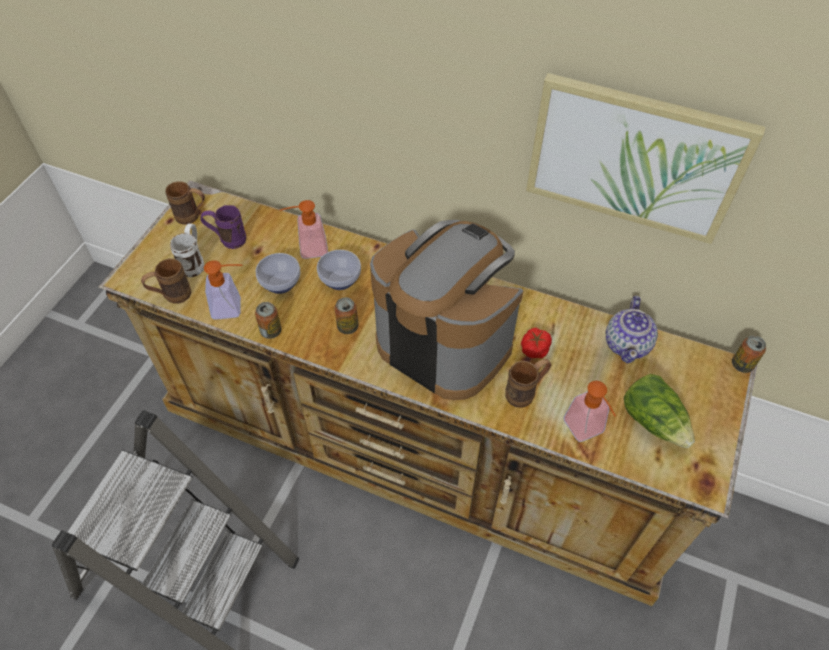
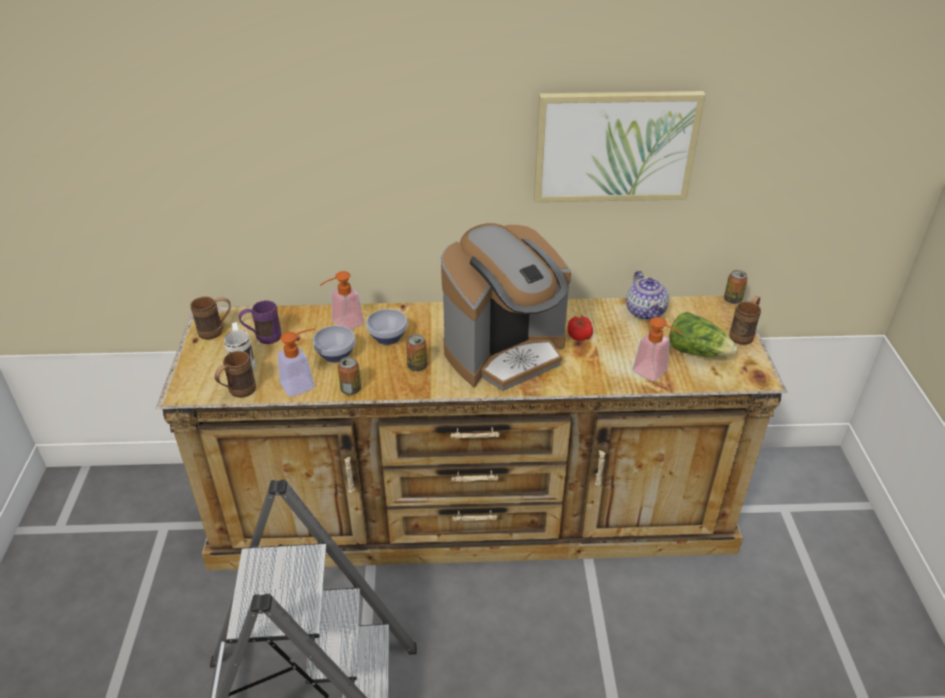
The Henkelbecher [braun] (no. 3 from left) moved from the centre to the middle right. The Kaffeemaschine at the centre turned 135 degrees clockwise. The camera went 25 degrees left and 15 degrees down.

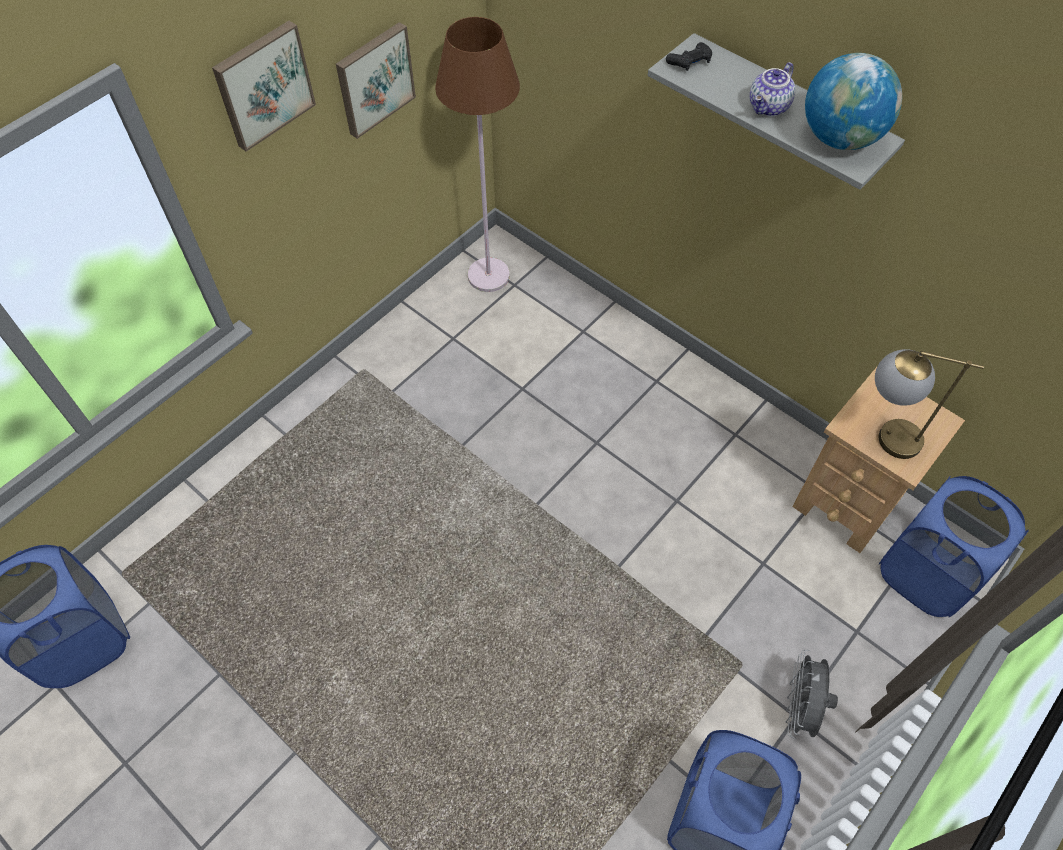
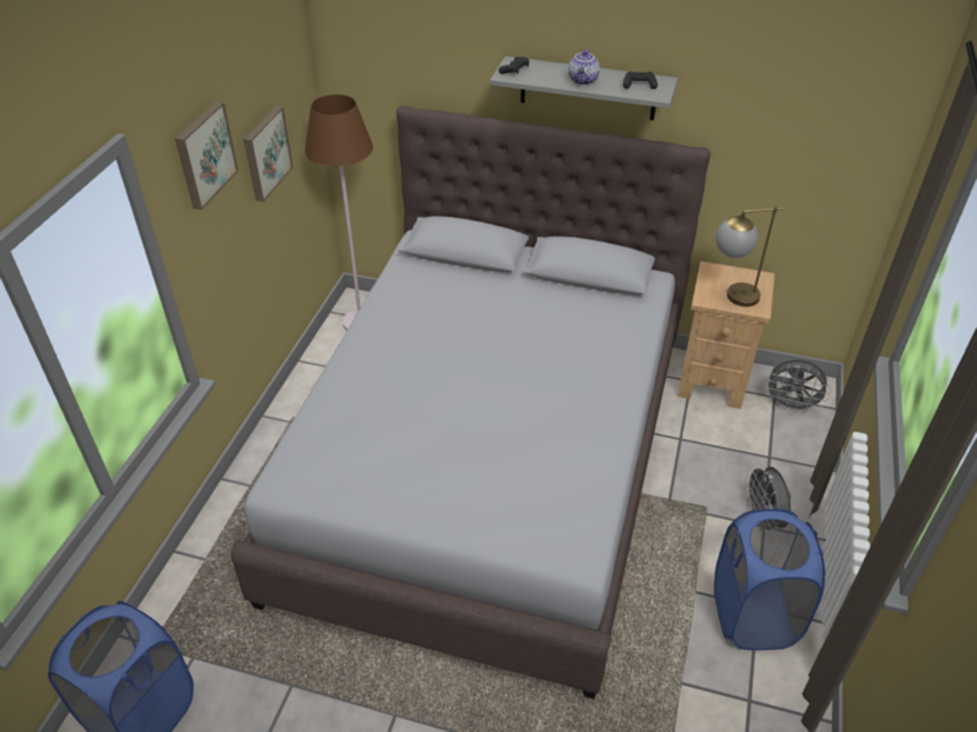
The Bett [grau] at the centre appeared. The Globus at the top right was replaced by the Gamepad [schwarz] (no. 2 from left) at the top centre. The Wäschekorb [blau] (no. 3 from left) at the middle right was replaced by the Ventilator [grau] (no. 2 from left) at the middle right. The camera went 25 degrees left and 15 degrees down.

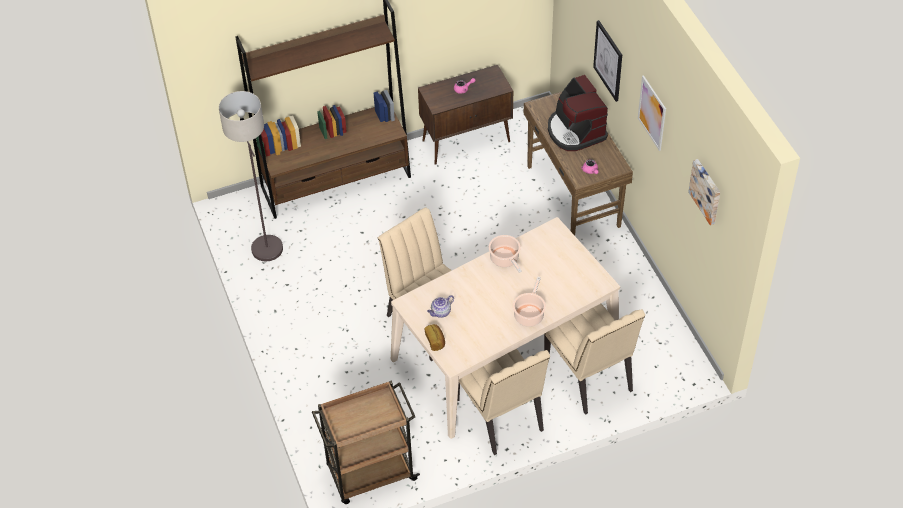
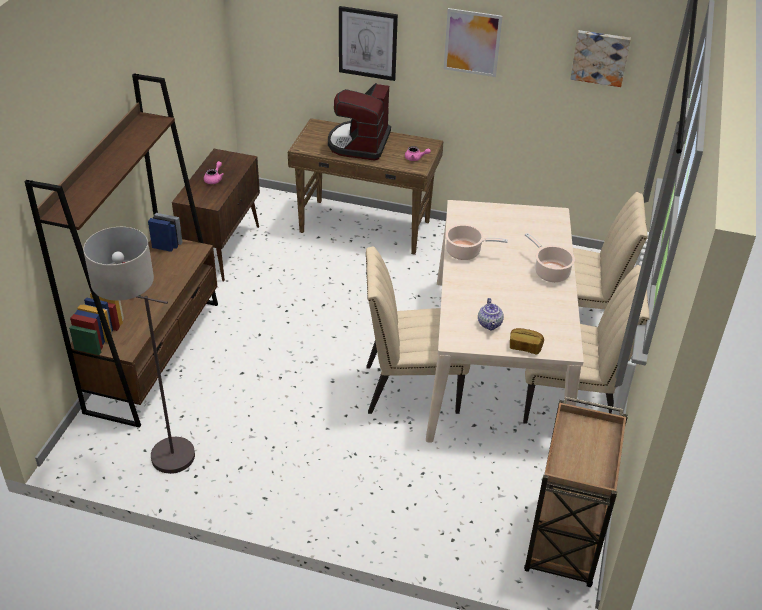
The Kaffeemaschine at the top centre turned 90 degrees clockwise. The camera went 55 degrees left and 10 degrees down.

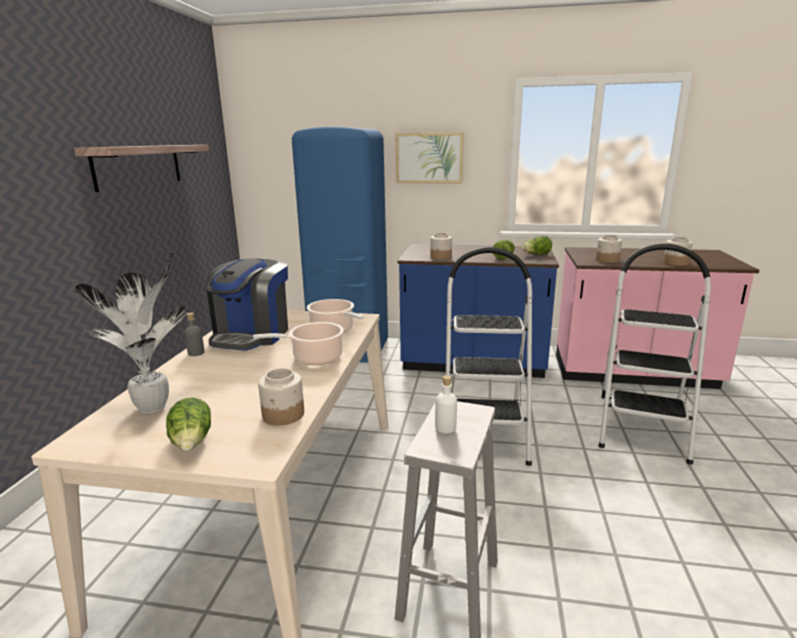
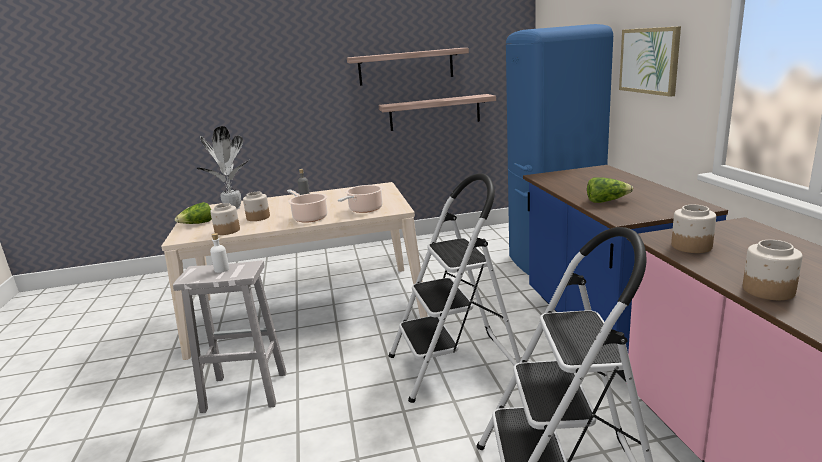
The Kaffeemaschine at the middle left disappeared. The Salatkopf (no. 3 from left) at the middle right disappeared. The Wandregal (no. 2 from left) at the top centre appeared. The Vorratsglas (no. 2 from left) moved from the centre to the middle left. The camera went 70 degrees right and 0 degrees up.

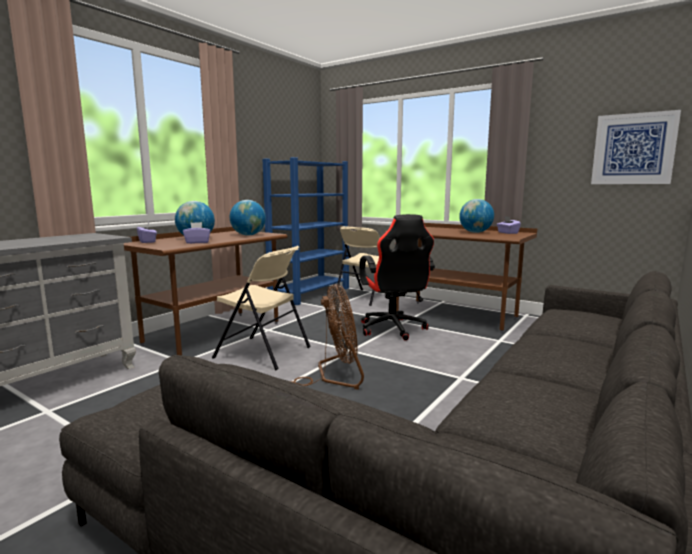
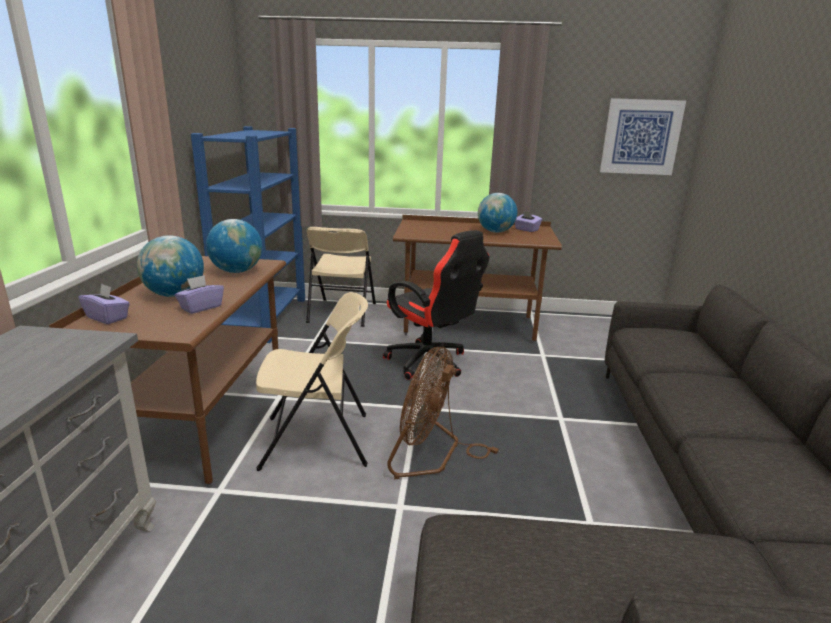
The Ventilator [braun] at the centre turned 120 degrees counterclockwise. The camera went 30 degrees left and 10 degrees up.

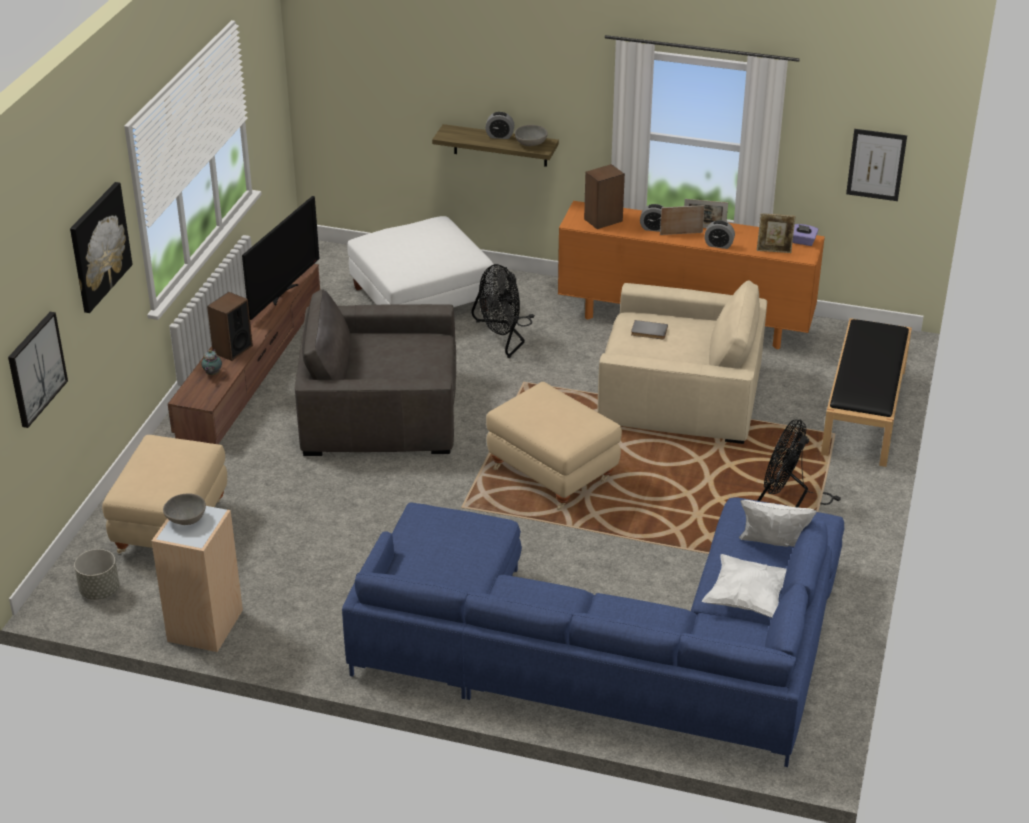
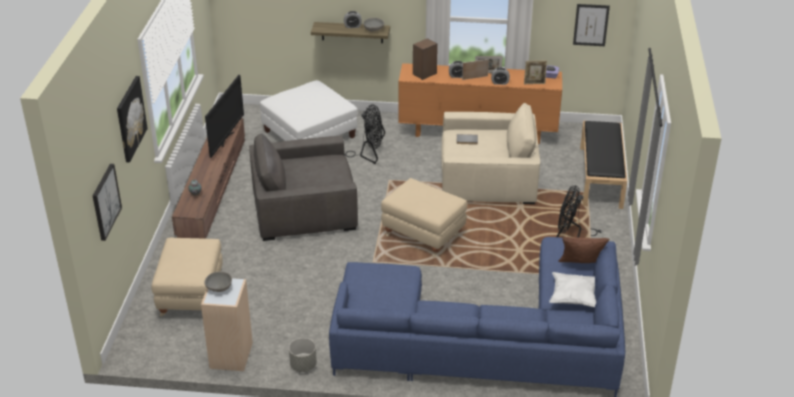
The Lautsprecher (no. 1 from left) at the middle left disappeared. The Pflanzkübel [grau] moved from the bottom left to the bottom centre. The Kissen [weiß] (no. 2 from left) at the middle right became the Kissen [braun] at the middle right. The Ventilator [schwarz] (no. 1 from left) at the centre turned 135 degrees counterclockwise. The camera went 10 degrees left and 0 degrees up.

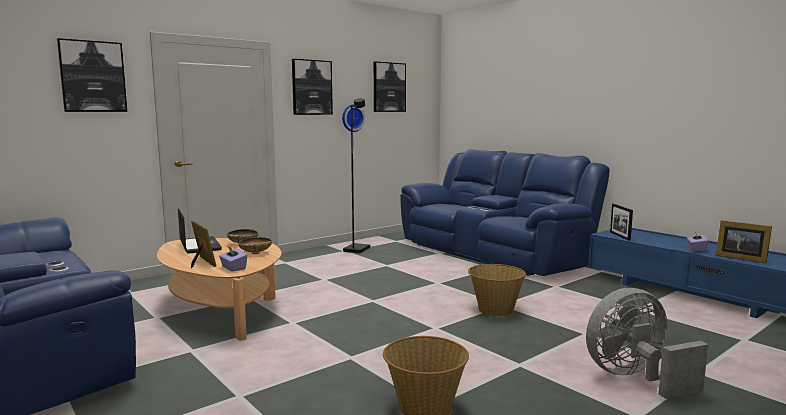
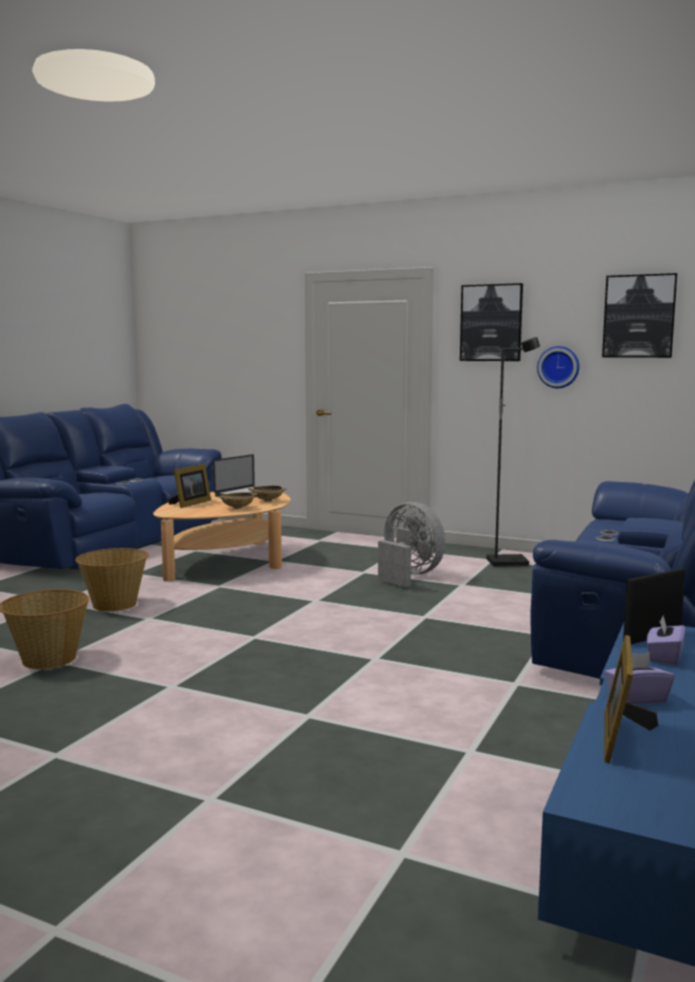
The Bild (no. 1 from left) at the top left disappeared. The Taschentuchbox [lila] (no. 1 from left in the first image) moved from the middle left to the middle right. The Korb (no. 2 from left) moved from the bottom centre to the middle left. The Ventilator [grau] moved from the bottom right to the centre. The camera went 65 degrees right and 0 degrees up.

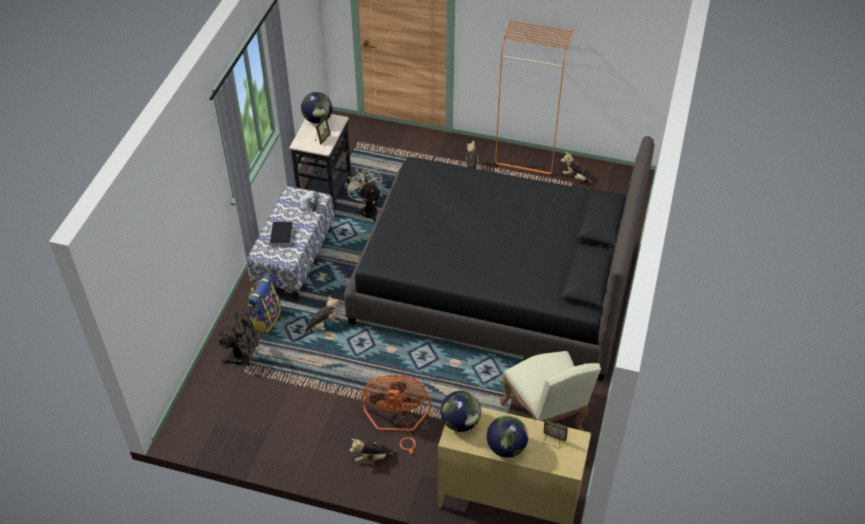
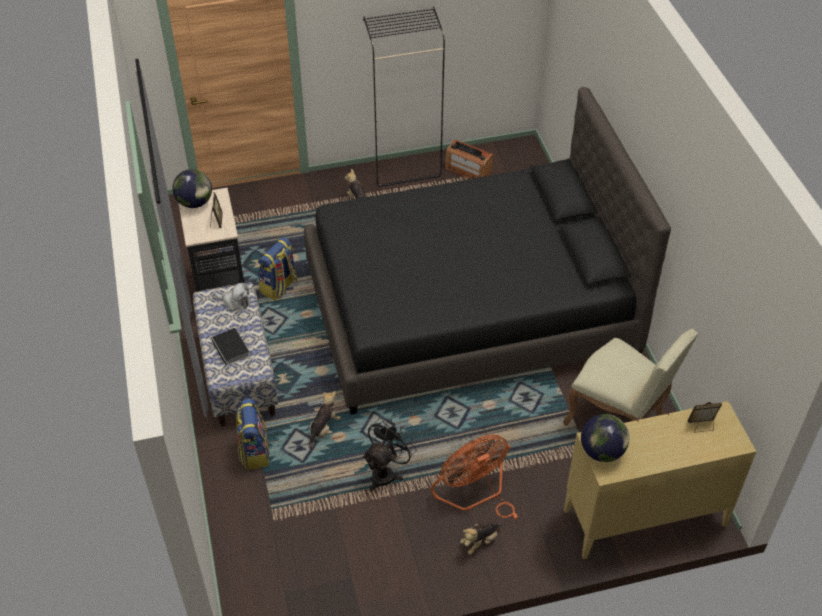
The Globus (no. 3 from left) at the bottom centre disappeared. The Ventilator [schwarz] moved from the middle left to the bottom centre. The Ventilator [beige] at the centre was replaced by the Rucksack (no. 2 from left) at the centre. The Plüschtier (no. 5 from left) at the top right was replaced by the Radio at the top centre. The Kleiderständer [orange] at the top centre became the Kleiderständer [schwarz] at the top centre. The camera went 30 degrees left and 0 degrees up.

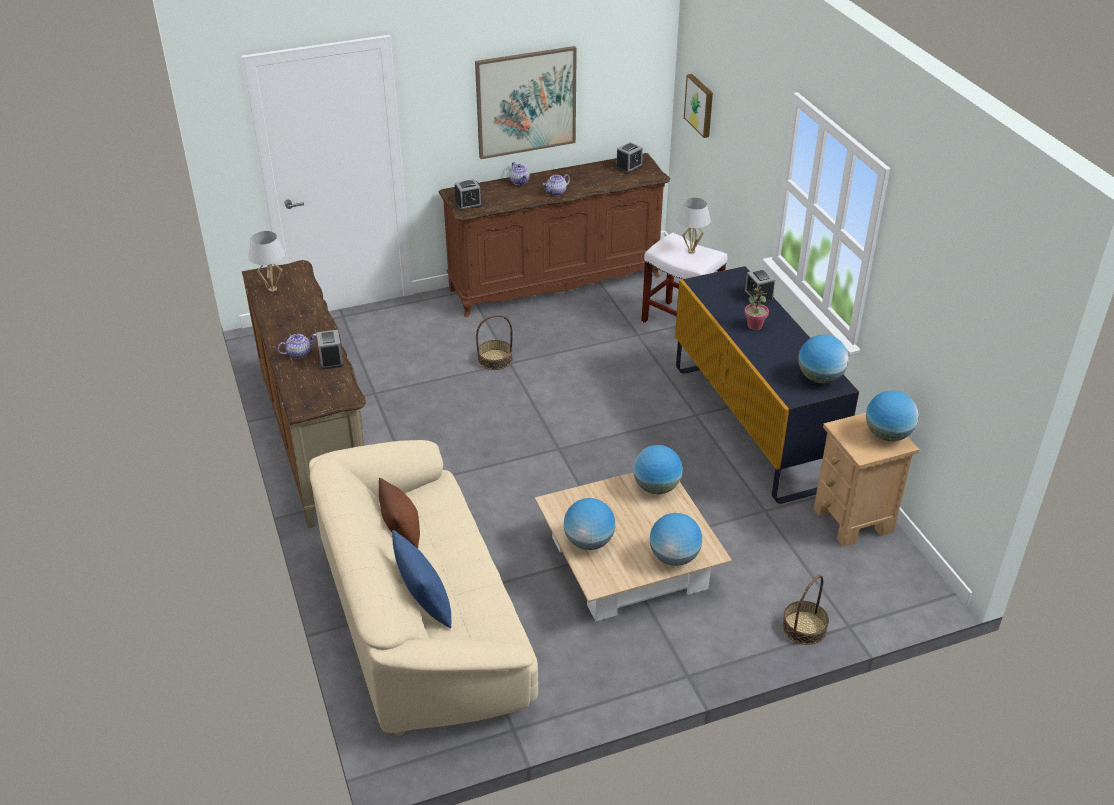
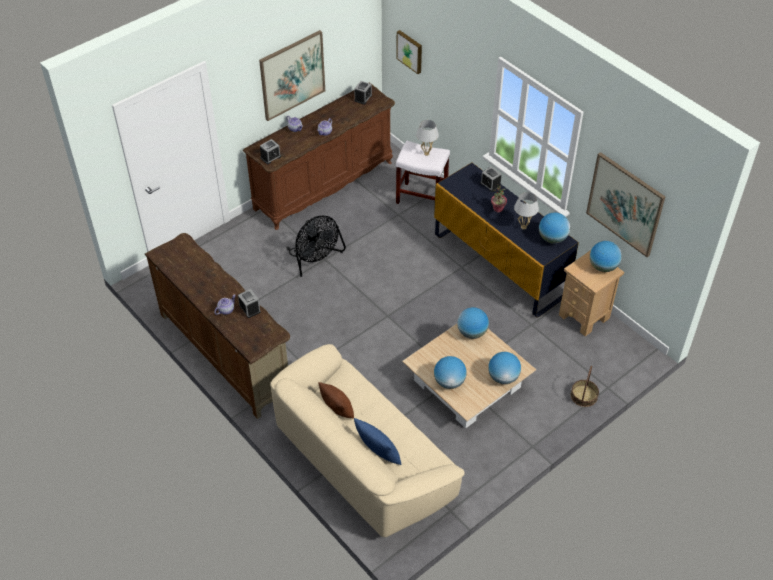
The Bild (no. 3 from left) at the middle right appeared. The Tischlampe [weiß] (no. 1 from left in the first image) moved from the top left to the middle right. The Korb (no. 1 from left) at the centre was replaced by the Ventilator [schwarz] at the centre. The camera went 20 degrees left and 10 degrees up.

